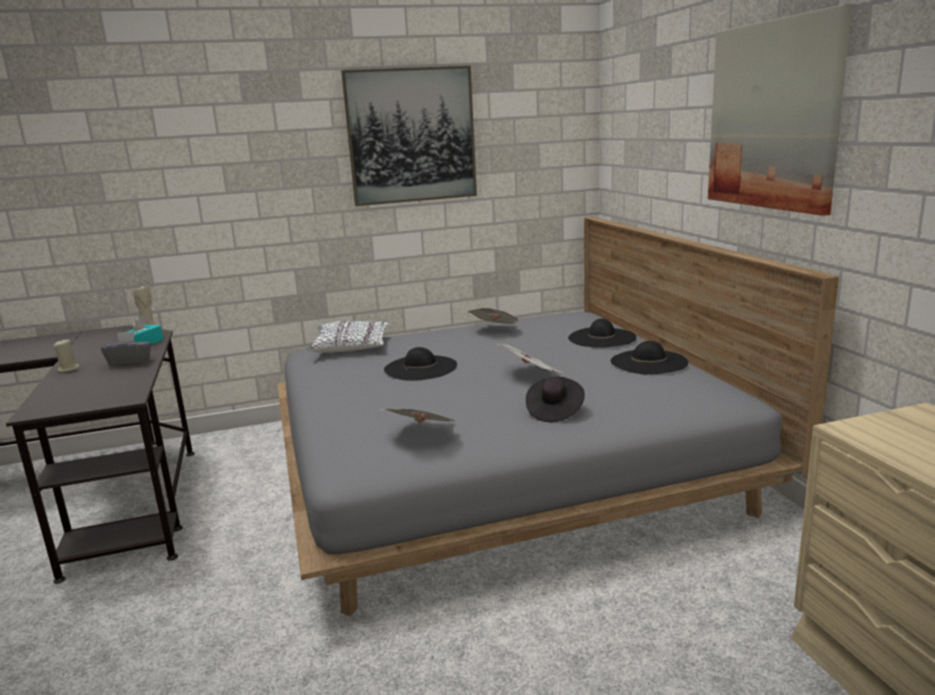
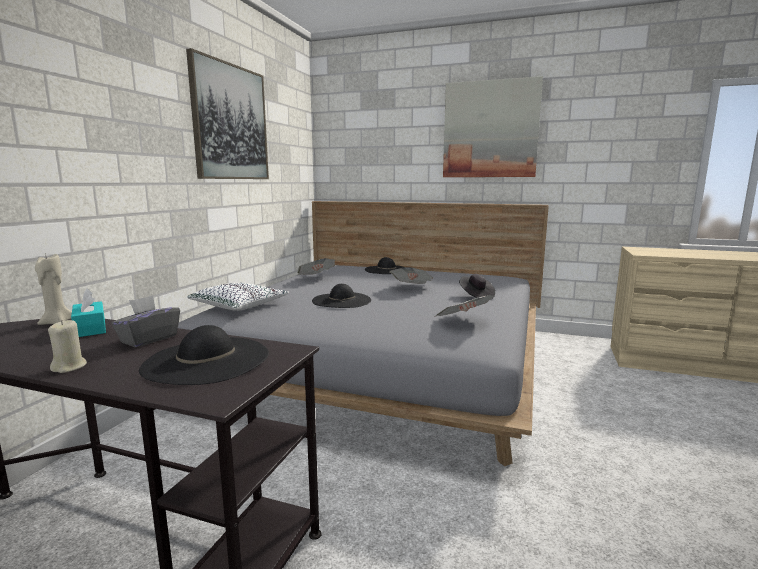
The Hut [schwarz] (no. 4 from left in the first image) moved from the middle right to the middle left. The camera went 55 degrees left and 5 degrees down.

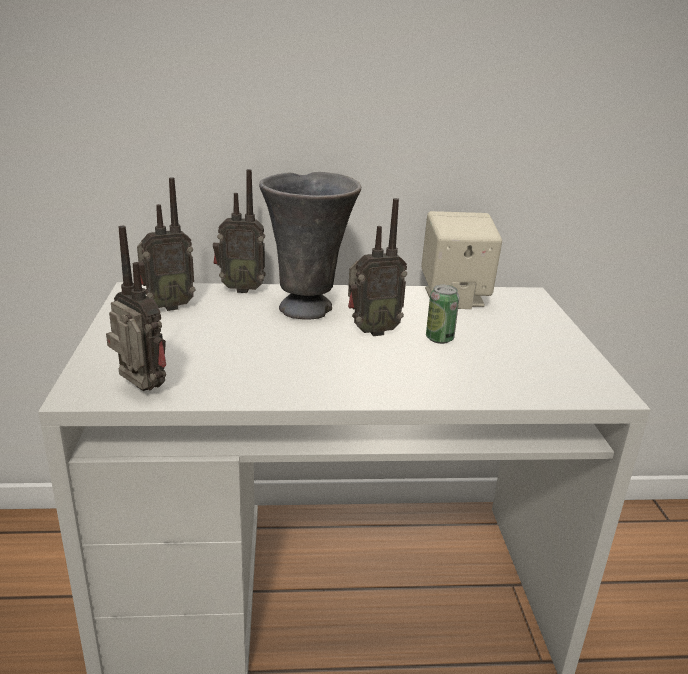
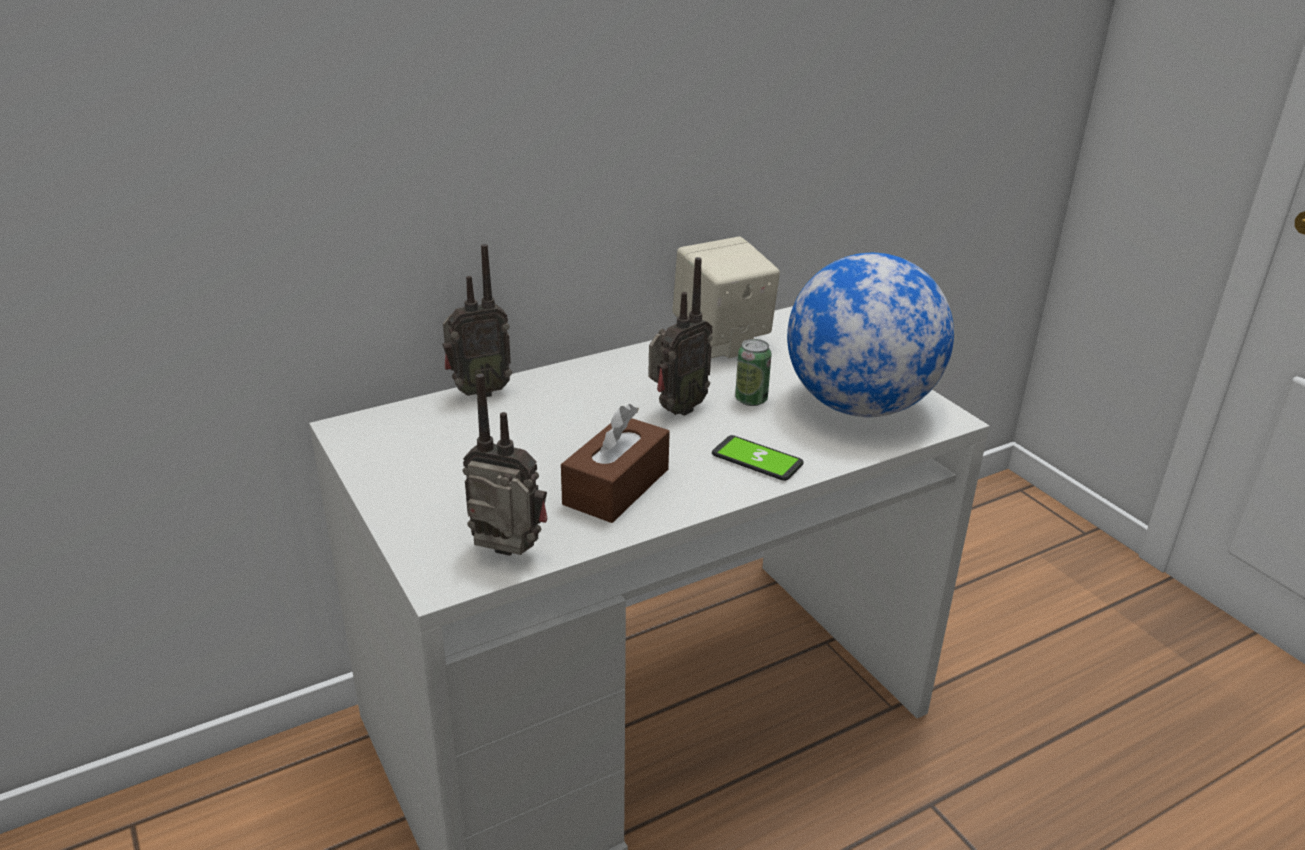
The Radio (no. 2 from left) at the middle left disappeared. The Vase [grau] at the centre disappeared. The Taschentuchbox [braun] at the centre appeared. The Handy at the centre appeared. The Globus at the middle right appeared. The camera went 25 degrees left and 5 degrees up.

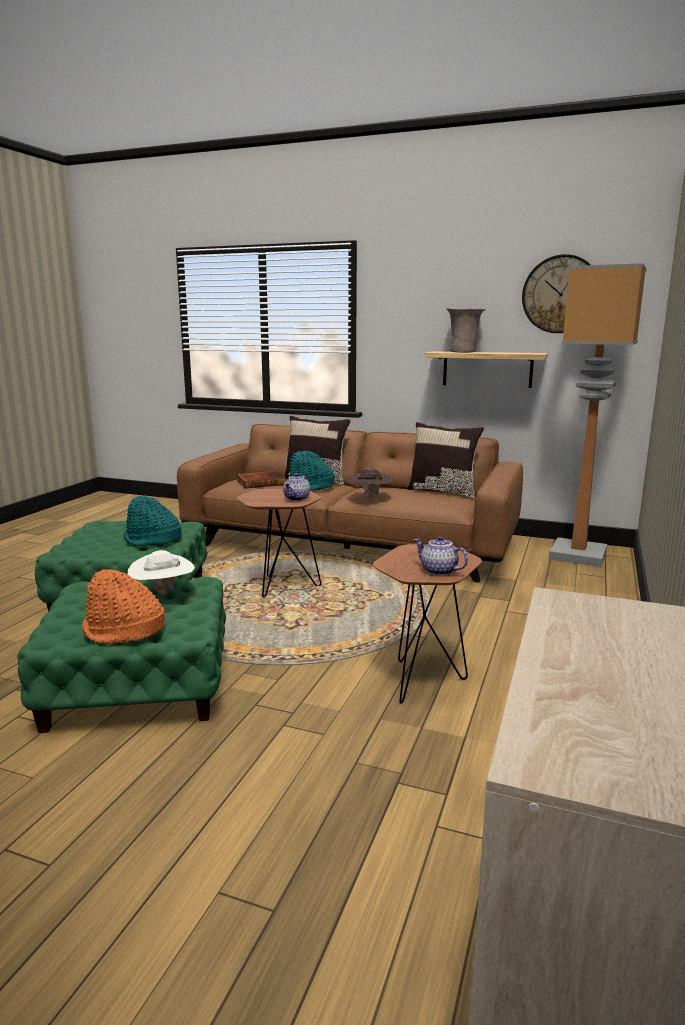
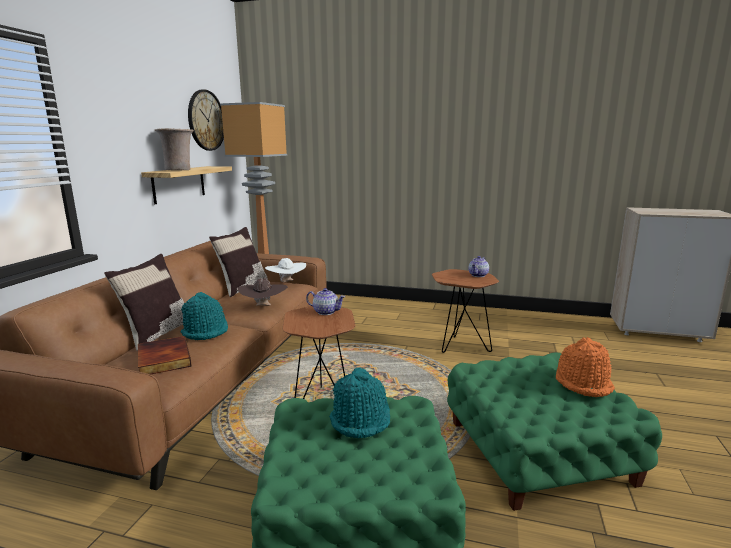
The Hut [weiß] moved from the middle left to the centre. The camera went 95 degrees left and 0 degrees up.

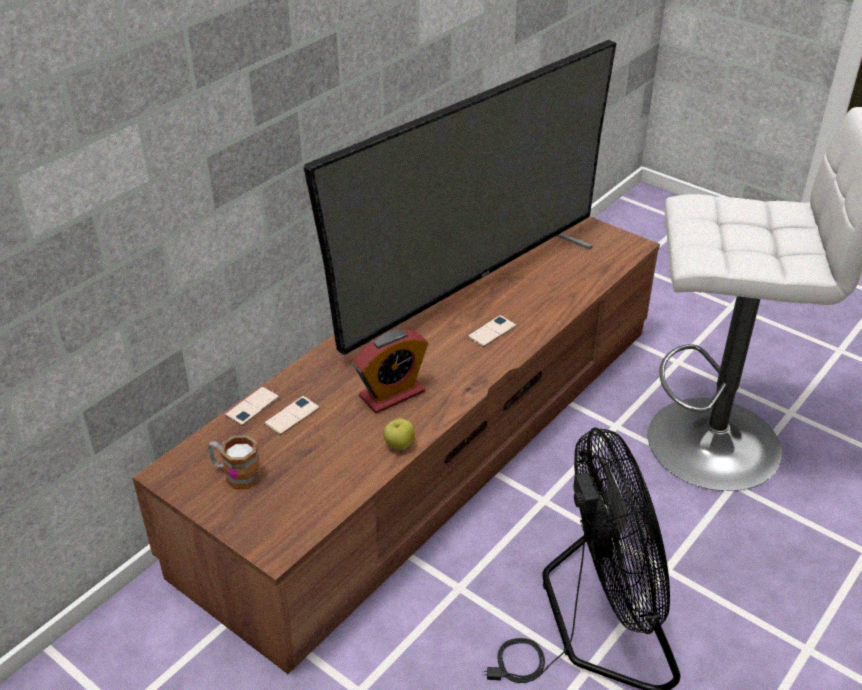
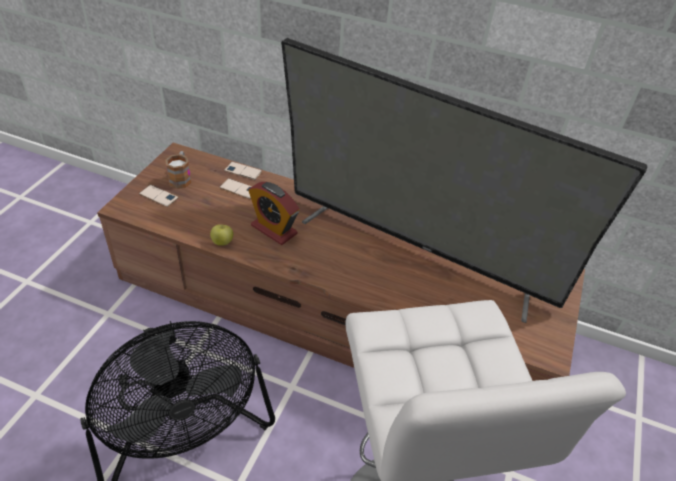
The Handy (no. 3 from left in the first image) moved from the centre to the middle left. The camera went 70 degrees right and 5 degrees up.

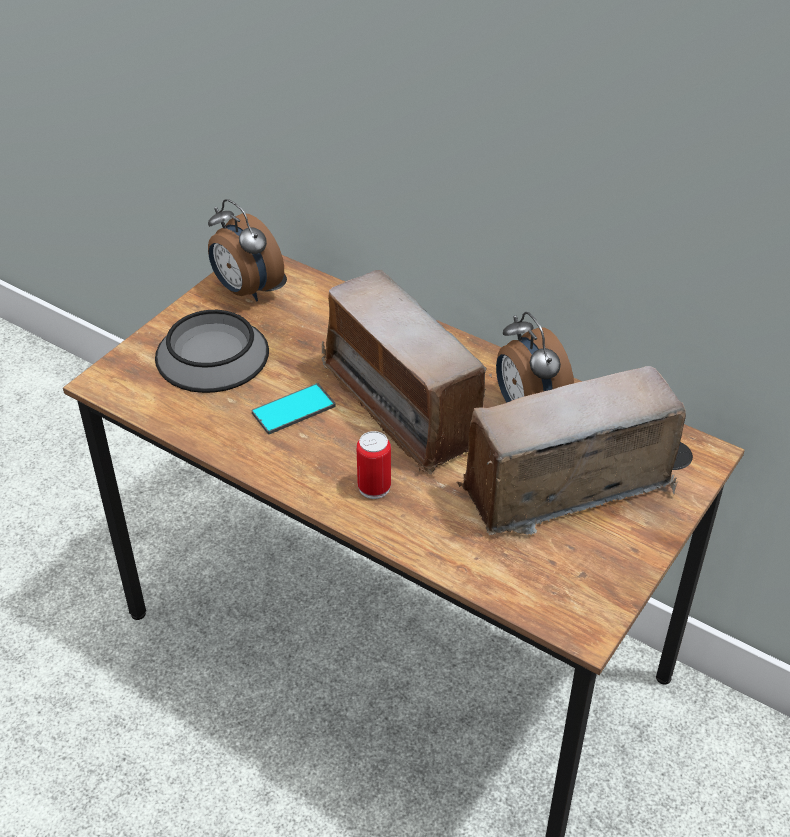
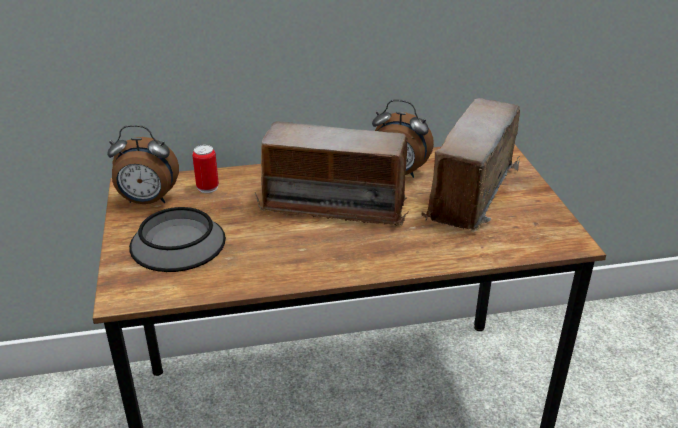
The Handy at the centre disappeared. The Dose moved from the centre to the middle left. The camera went 45 degrees left and 10 degrees down.

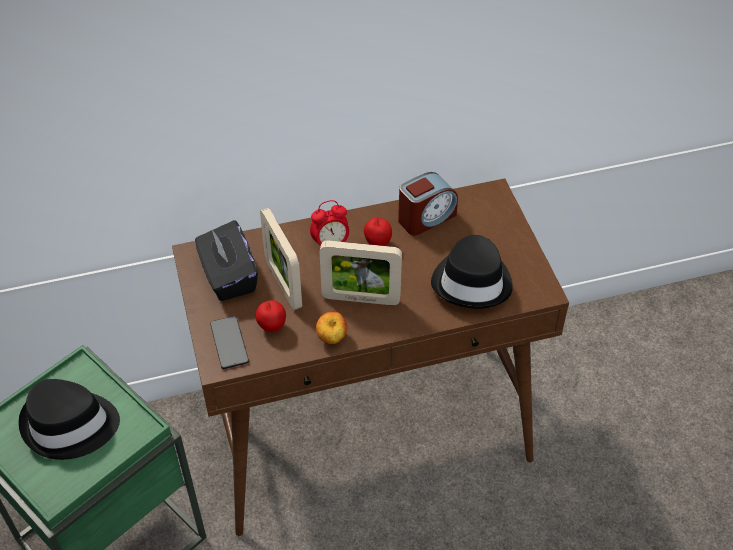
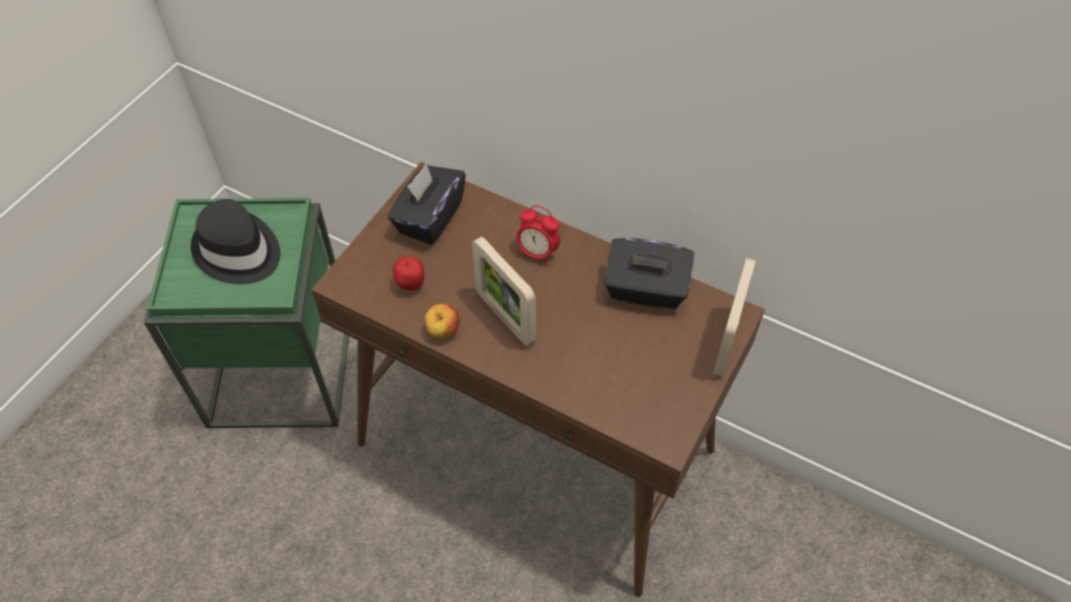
The Handy at the middle left disappeared. The Apfel (no. 3 from left) at the centre disappeared. The Hut [schwarz] (no. 2 from left) at the centre disappeared. The Bilderrahmen (no. 1 from left in the first image) moved from the centre to the middle right. The Wecker (no. 2 from left) at the centre was replaced by the Taschentuchbox [schwarz] (no. 2 from left) at the centre. The camera went 45 degrees right and 5 degrees up.

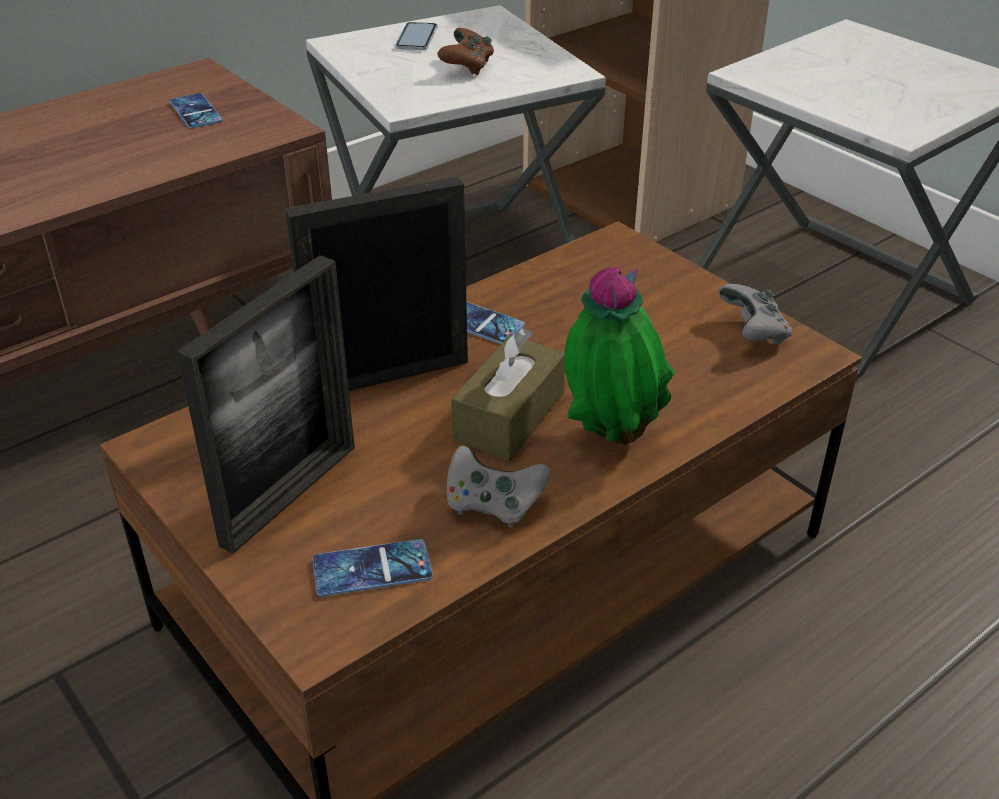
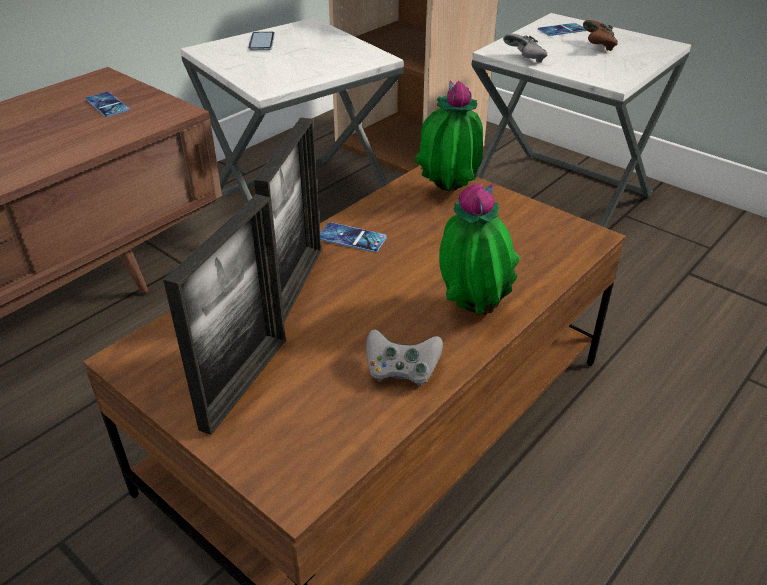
The Taschentuchbox [braun] at the centre disappeared. The Topfpflanze (no. 1 from left) at the top centre appeared. The Handy (no. 2 from left in the first image) moved from the bottom centre to the top right. The Gamepad [braun] moved from the top centre to the top right. The Gamepad [grau] (no. 2 from left) moved from the middle right to the top right. The Bilderrahmen (no. 2 from left) at the centre turned 135 degrees clockwise. The camera went 10 degrees left and 0 degrees up.

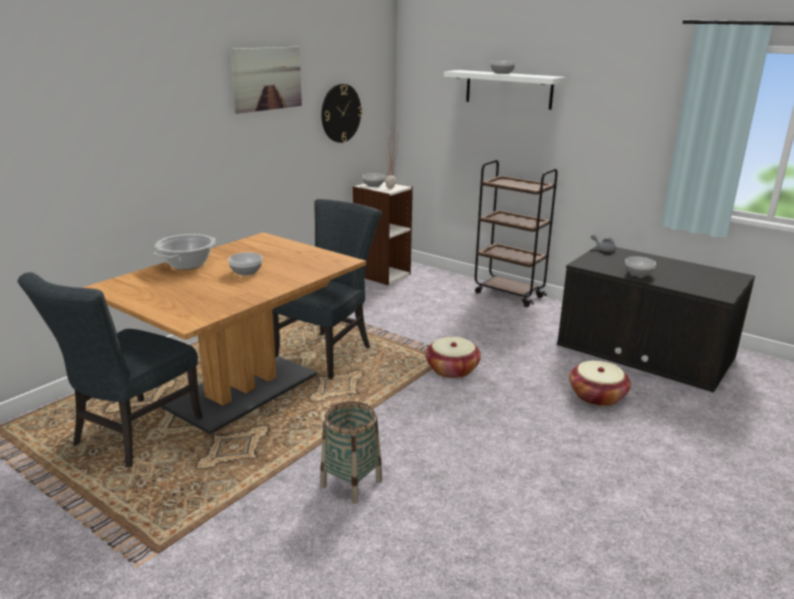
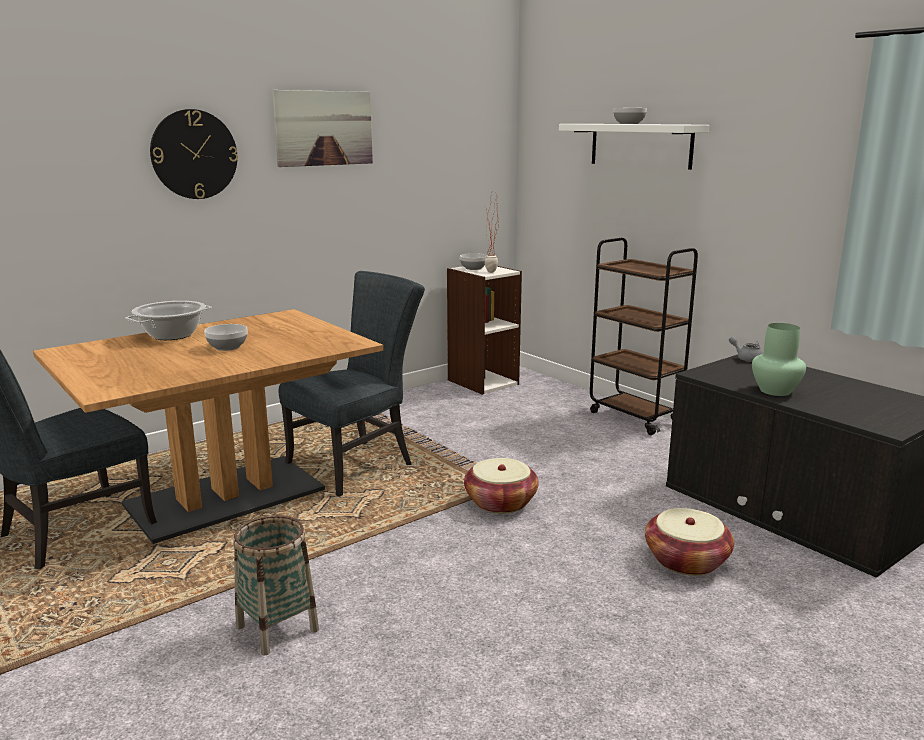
The Wanduhr moved from the top centre to the top left. The Schüssel (no. 4 from left) at the middle right was replaced by the Vase [grün] at the middle right. The camera went 15 degrees right and 5 degrees down.

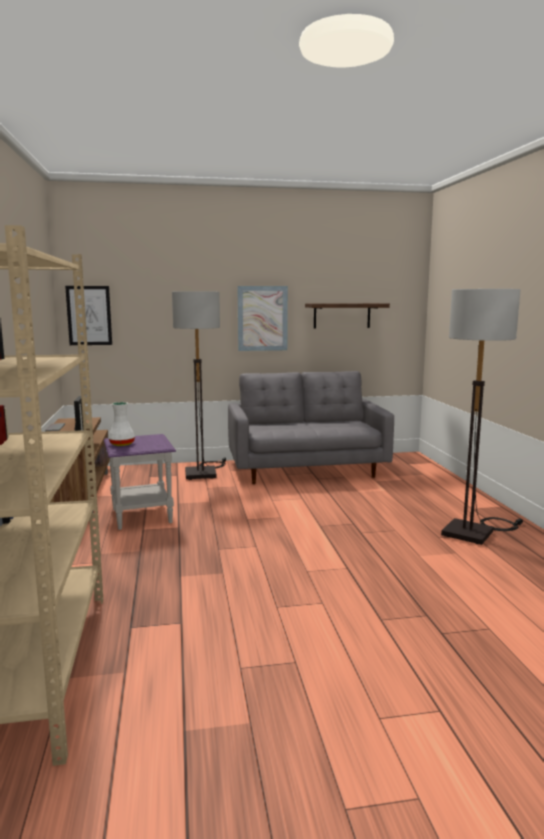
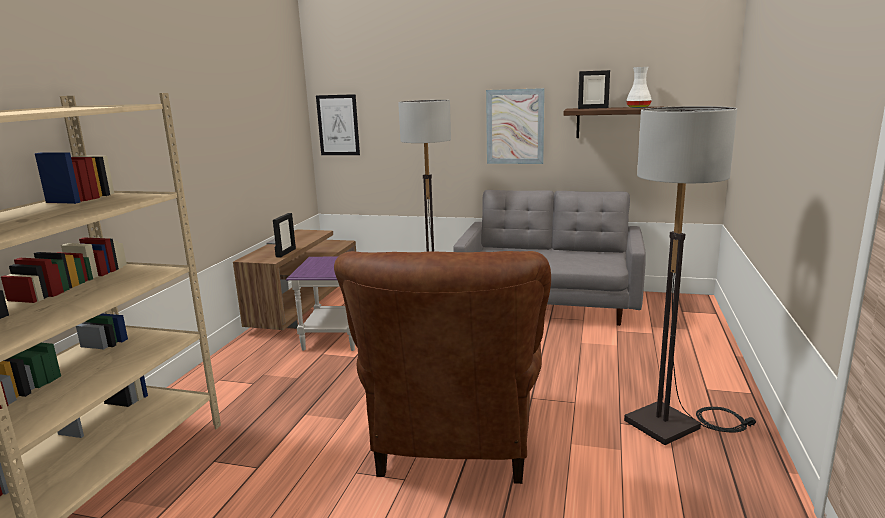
The Sessel [braun] at the bottom centre appeared. The Bilderrahmen (no. 2 from left) at the top right appeared. The Vase [weiß] moved from the middle left to the top right. The camera went 25 degrees right and 5 degrees up.

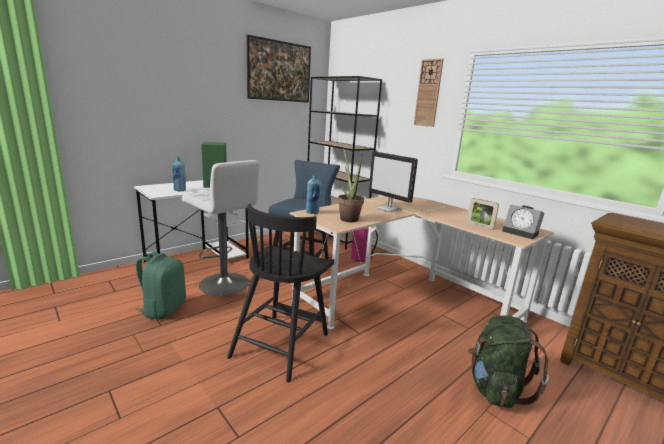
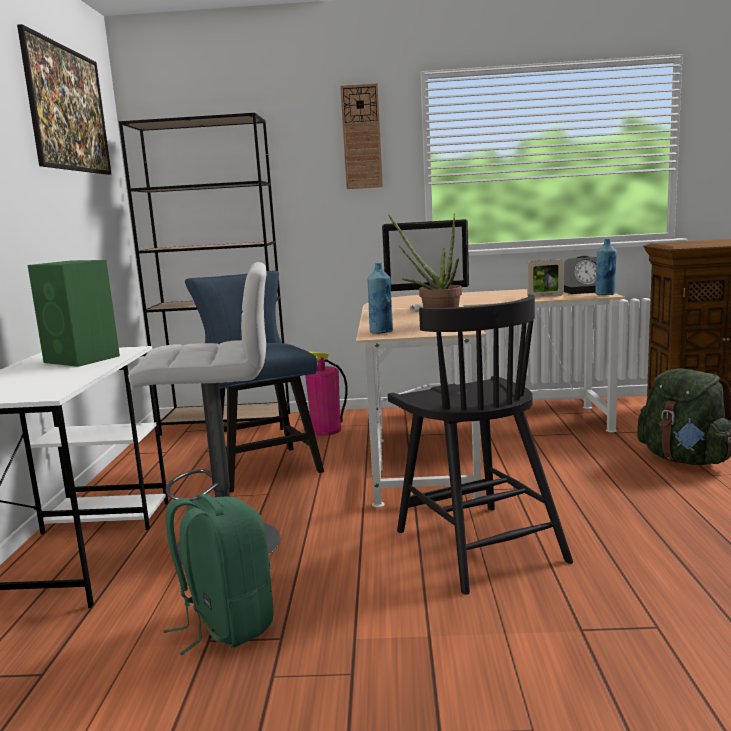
The Flasche [blau] (no. 1 from left in the first image) moved from the middle left to the middle right. The camera went 45 degrees left and 5 degrees down.

